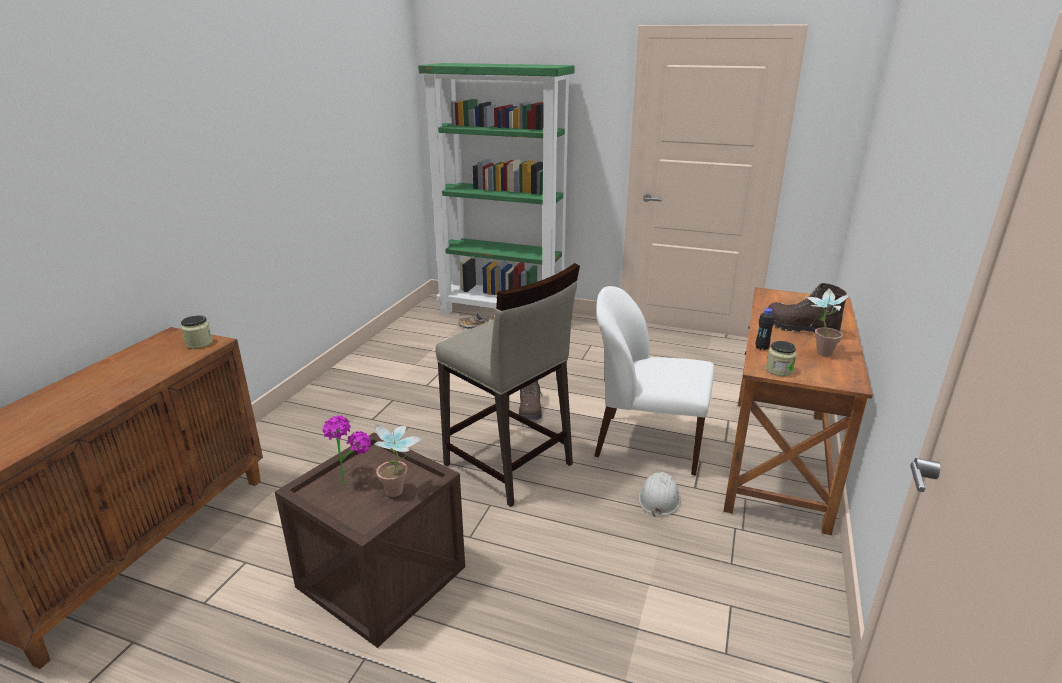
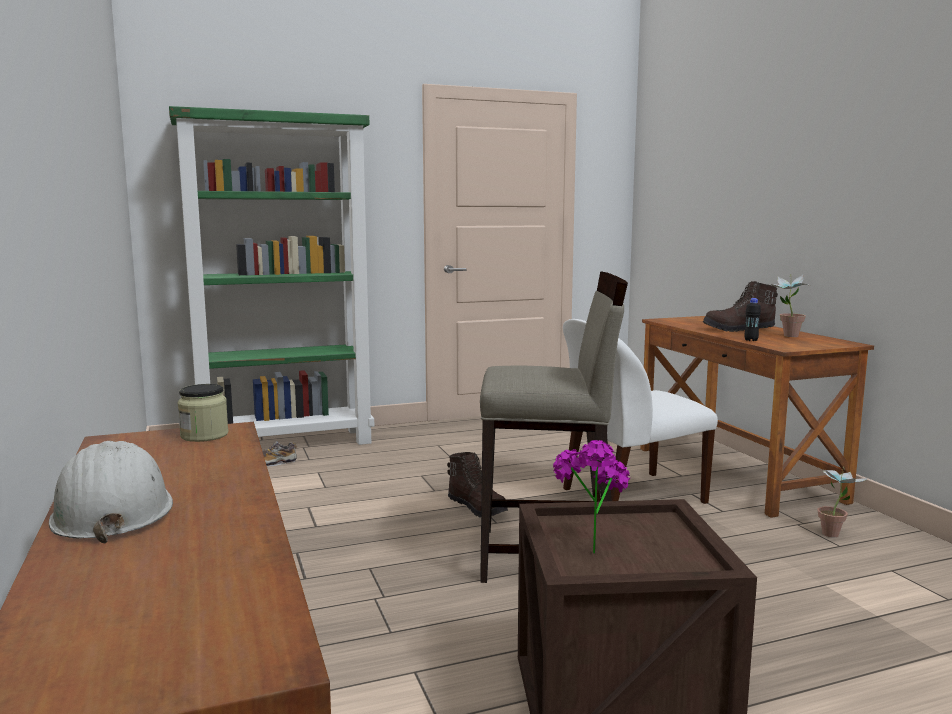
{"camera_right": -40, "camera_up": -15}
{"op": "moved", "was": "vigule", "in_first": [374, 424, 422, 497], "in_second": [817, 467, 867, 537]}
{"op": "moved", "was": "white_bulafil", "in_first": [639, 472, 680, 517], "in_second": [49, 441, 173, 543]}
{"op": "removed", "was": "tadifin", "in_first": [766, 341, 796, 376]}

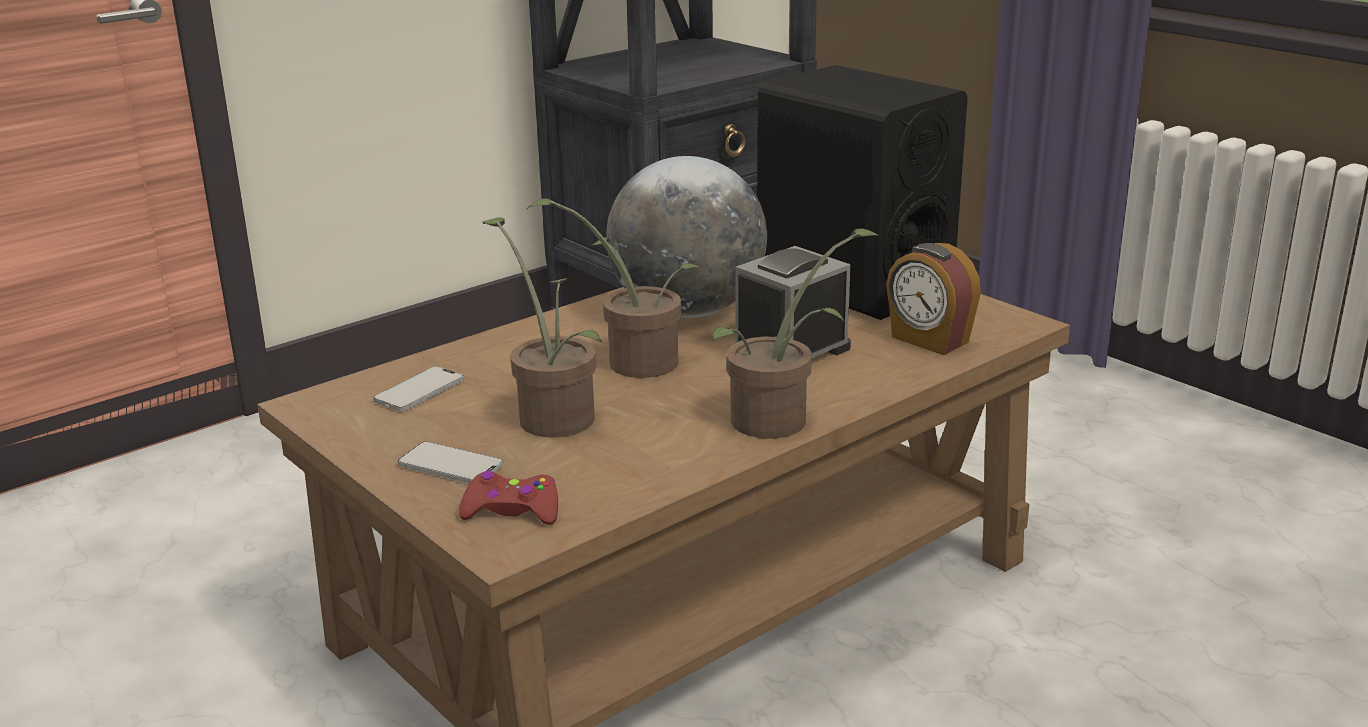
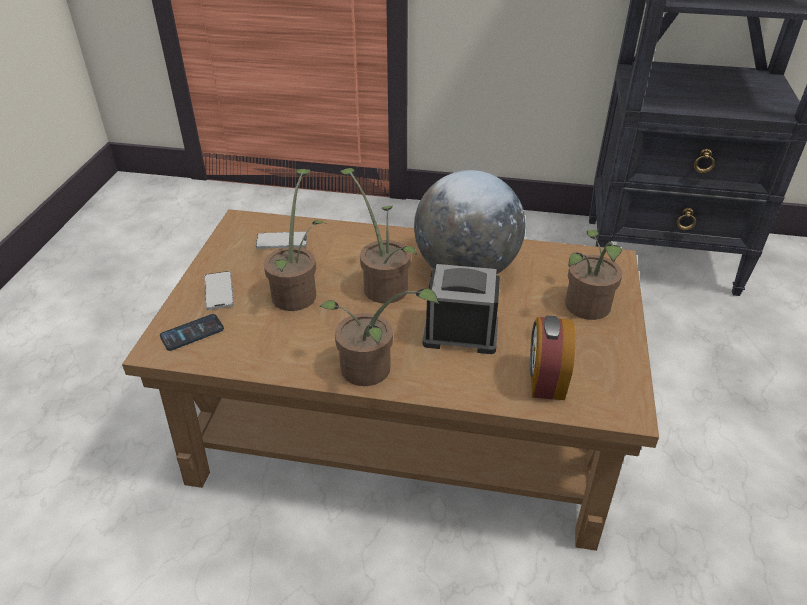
{"camera_right": 50, "camera_up": 15}
{"op": "replaced", "was": "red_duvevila", "now": "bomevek", "in_first": [458, 471, 558, 525], "in_second": [160, 314, 224, 351]}
{"op": "replaced", "was": "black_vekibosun", "now": "vigule", "in_first": [757, 65, 968, 320], "in_second": [565, 230, 622, 320]}

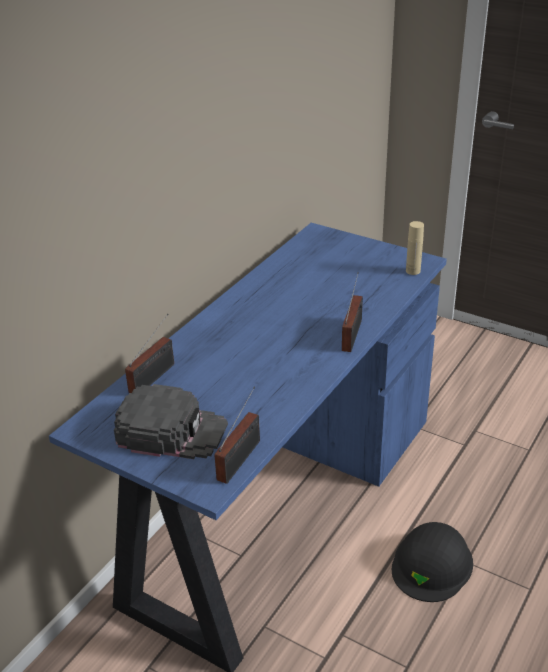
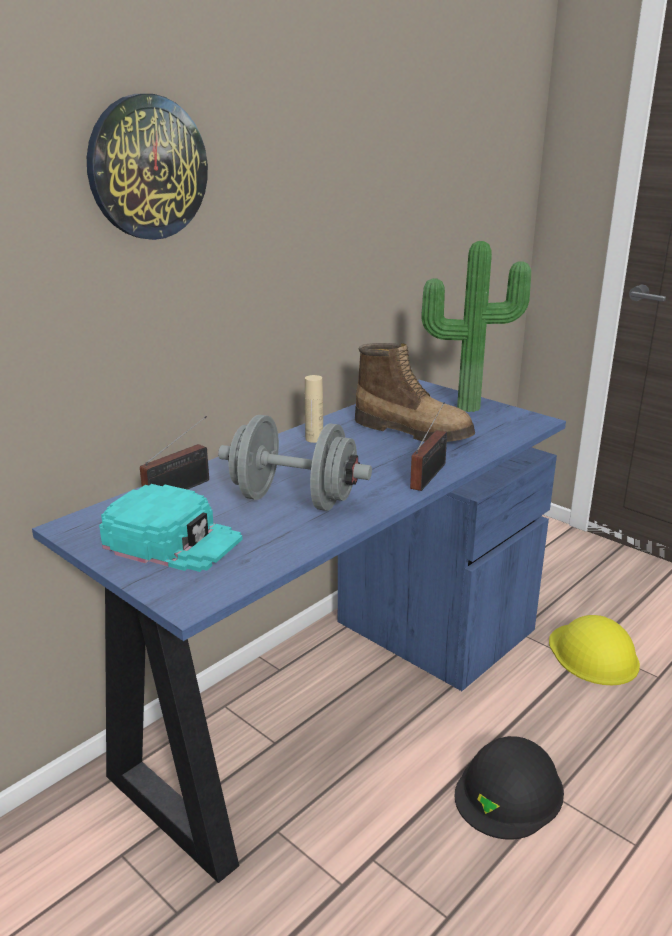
{"camera_right": 10, "camera_up": -10}
{"op": "recoloured", "was": "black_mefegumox", "now": "turquoise_mefegumox", "in_first": [114, 384, 228, 459], "in_second": [99, 484, 242, 572]}
{"op": "removed", "was": "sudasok", "in_first": [214, 386, 260, 484]}
{"op": "moved", "was": "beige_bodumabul", "in_first": [406, 221, 424, 275], "in_second": [305, 375, 323, 443]}
{"op": "added", "now": "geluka", "in_second": [87, 94, 208, 240]}
{"op": "added", "now": "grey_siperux", "in_second": [218, 415, 372, 511]}
{"op": "added", "now": "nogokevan", "in_second": [355, 343, 475, 442]}
{"op": "added", "now": "vigule", "in_second": [421, 241, 531, 412]}
{"op": "added", "now": "yellow_bulafil", "in_second": [549, 615, 640, 685]}

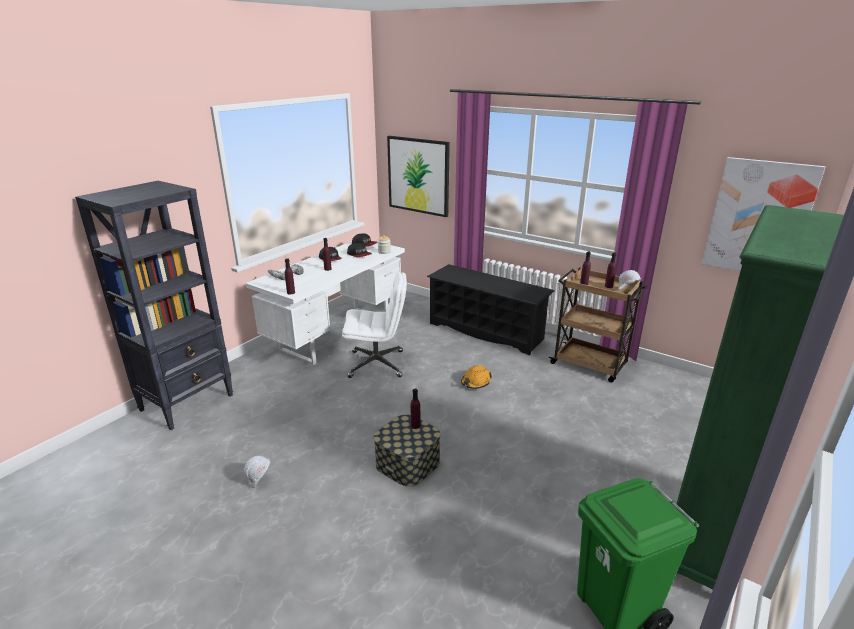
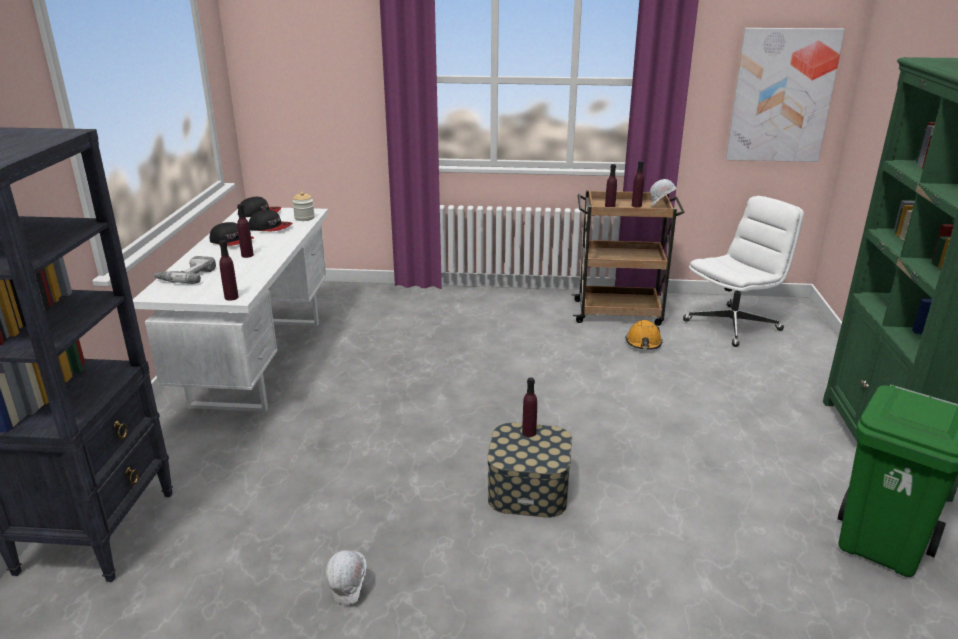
{"camera_right": -30, "camera_up": 0}
{"op": "moved", "was": "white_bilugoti", "in_first": [342, 272, 407, 378], "in_second": [683, 196, 804, 347]}
{"op": "removed", "was": "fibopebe", "in_first": [387, 136, 450, 217]}
{"op": "removed", "was": "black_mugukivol", "in_first": [427, 264, 555, 355]}
{"op": "moved", "was": "orange_bulafil", "in_first": [461, 365, 492, 389], "in_second": [626, 320, 663, 350]}

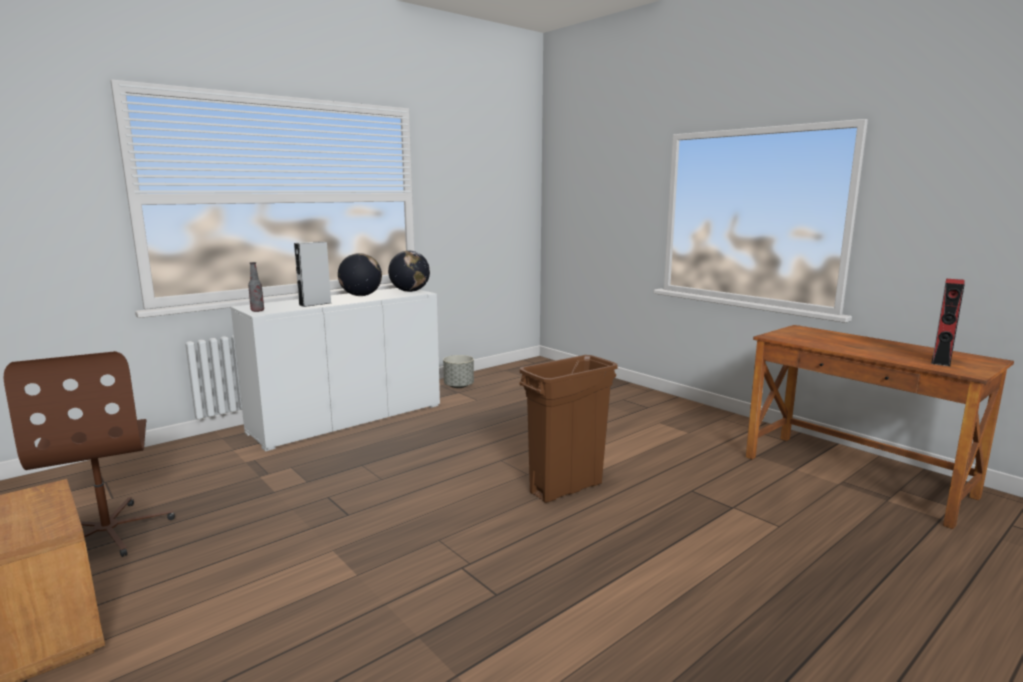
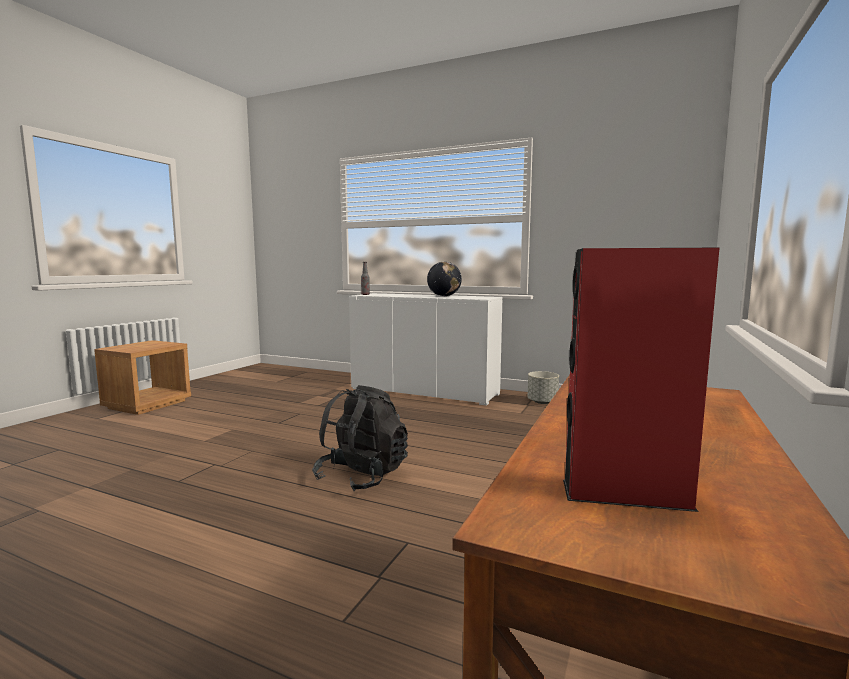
{"camera_right": 65, "camera_up": -5}
{"op": "removed", "was": "brown_bilugoti", "in_first": [4, 351, 175, 557]}
{"op": "removed", "was": "grey_vekibosun", "in_first": [294, 241, 331, 307]}
{"op": "removed", "was": "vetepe", "in_first": [388, 250, 430, 292]}
{"op": "replaced", "was": "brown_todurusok", "now": "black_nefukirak", "in_first": [519, 355, 618, 503], "in_second": [312, 385, 408, 491]}

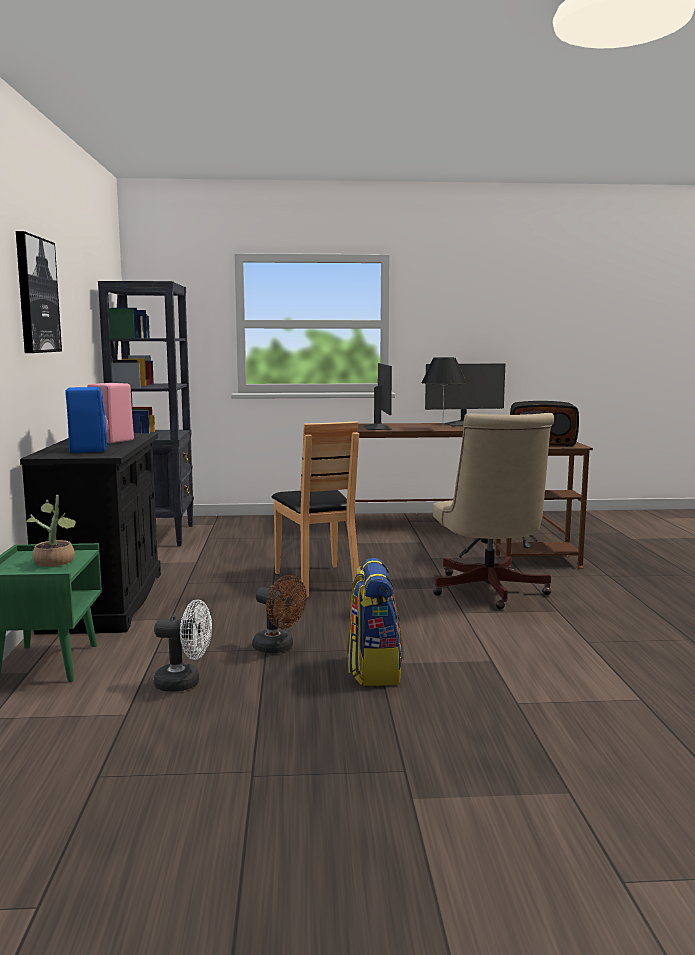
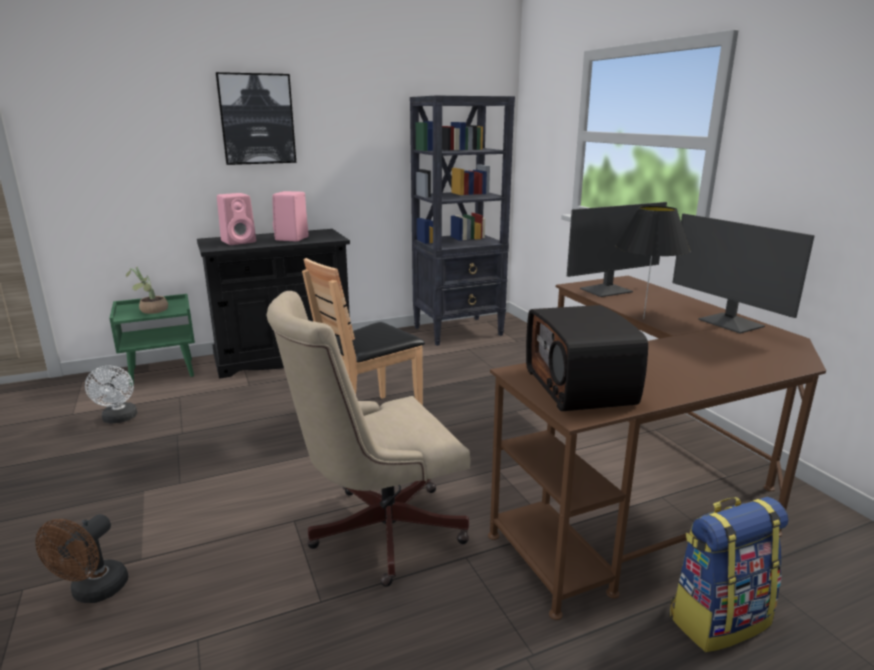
{"camera_right": 70, "camera_up": 10}
{"op": "recoloured", "was": "blue_vekibosun", "now": "pink_vekibosun", "in_first": [65, 387, 107, 453], "in_second": [217, 193, 256, 245]}
{"op": "moved", "was": "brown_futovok", "in_first": [252, 575, 306, 653], "in_second": [36, 514, 128, 603]}
{"op": "moved", "was": "nefukirak", "in_first": [347, 558, 404, 686], "in_second": [670, 497, 789, 652]}

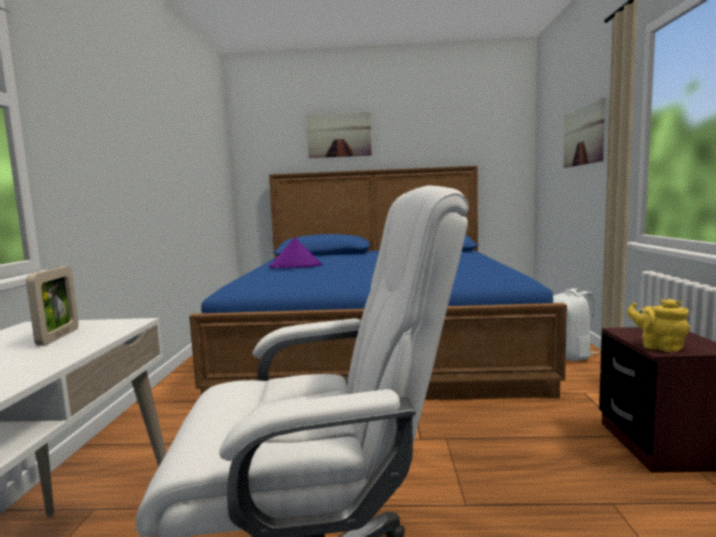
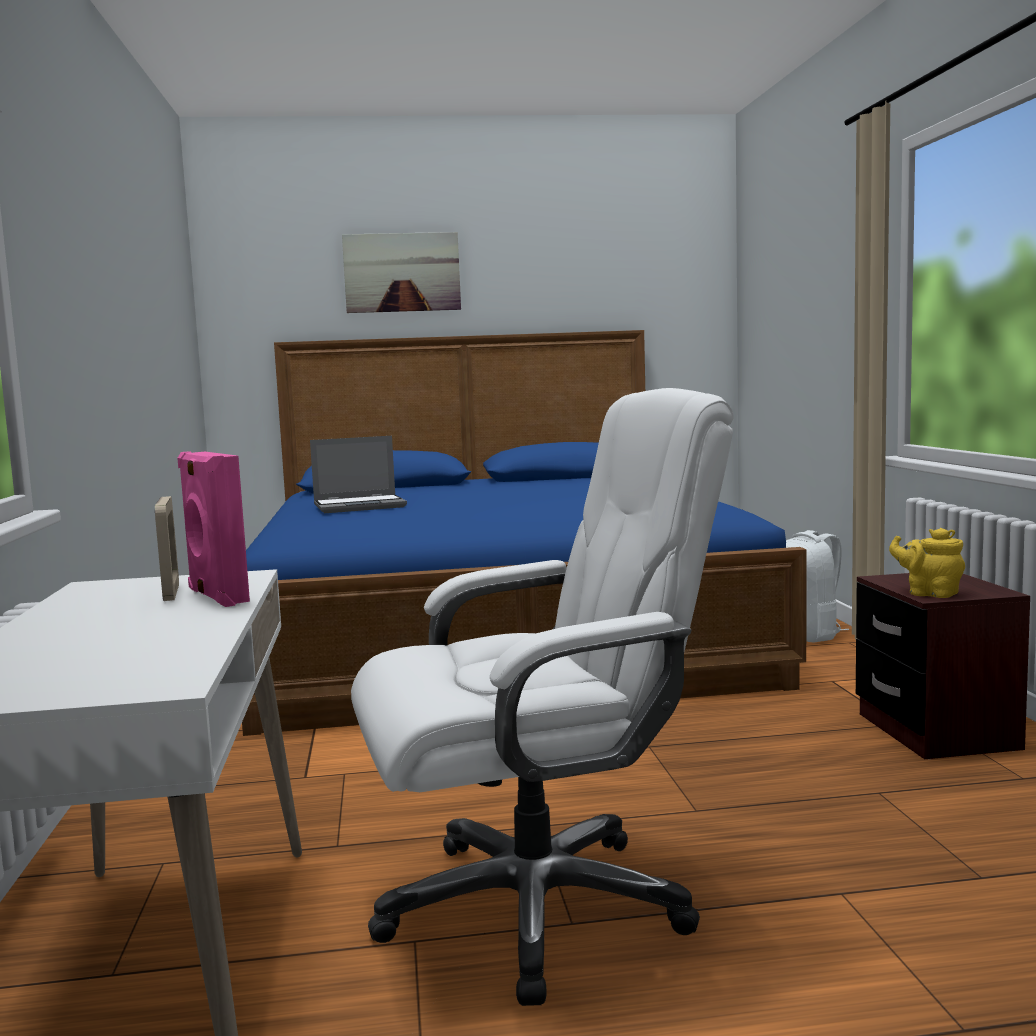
{"camera_right": -10, "camera_up": 0}
{"op": "replaced", "was": "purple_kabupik", "now": "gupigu", "in_first": [269, 237, 322, 268], "in_second": [310, 436, 407, 513]}
{"op": "removed", "was": "fibopebe", "in_first": [563, 98, 605, 168]}
{"op": "added", "now": "pink_vekibosun", "in_second": [177, 451, 250, 607]}

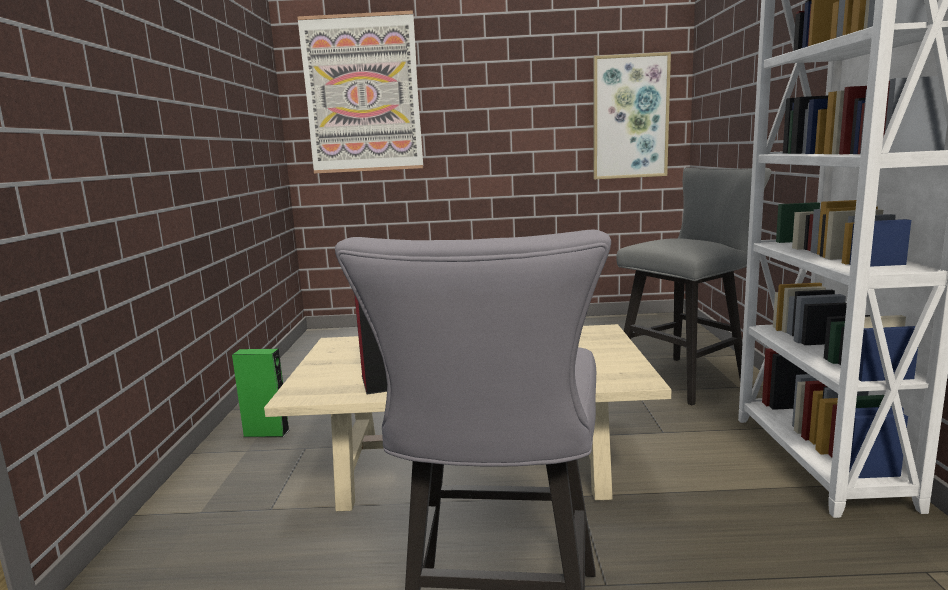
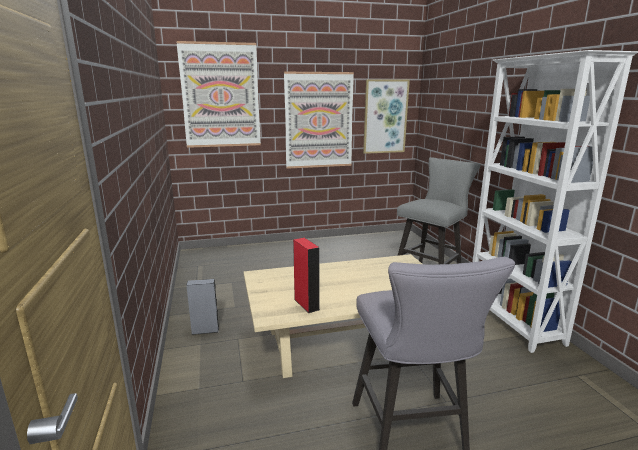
{"camera_right": -15, "camera_up": 5}
{"op": "recoloured", "was": "green_vekibosun", "now": "grey_vekibosun", "in_first": [232, 349, 290, 437], "in_second": [186, 279, 219, 335]}
{"op": "added", "now": "fibopebe", "in_second": [284, 72, 354, 169]}

